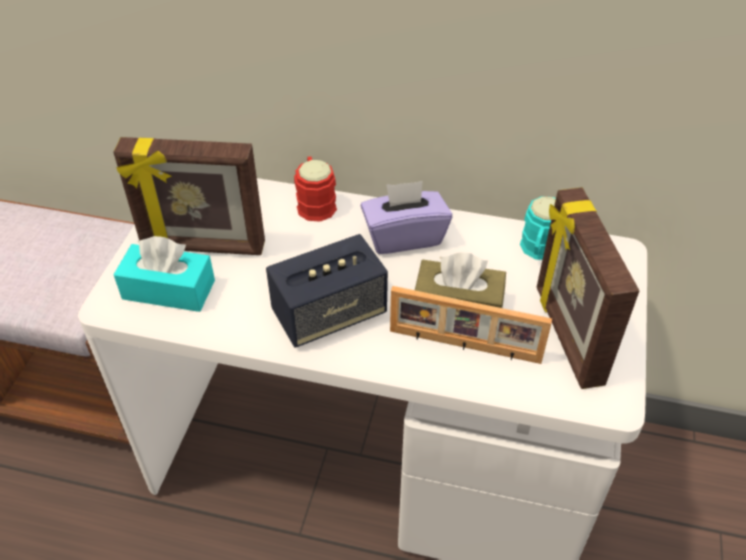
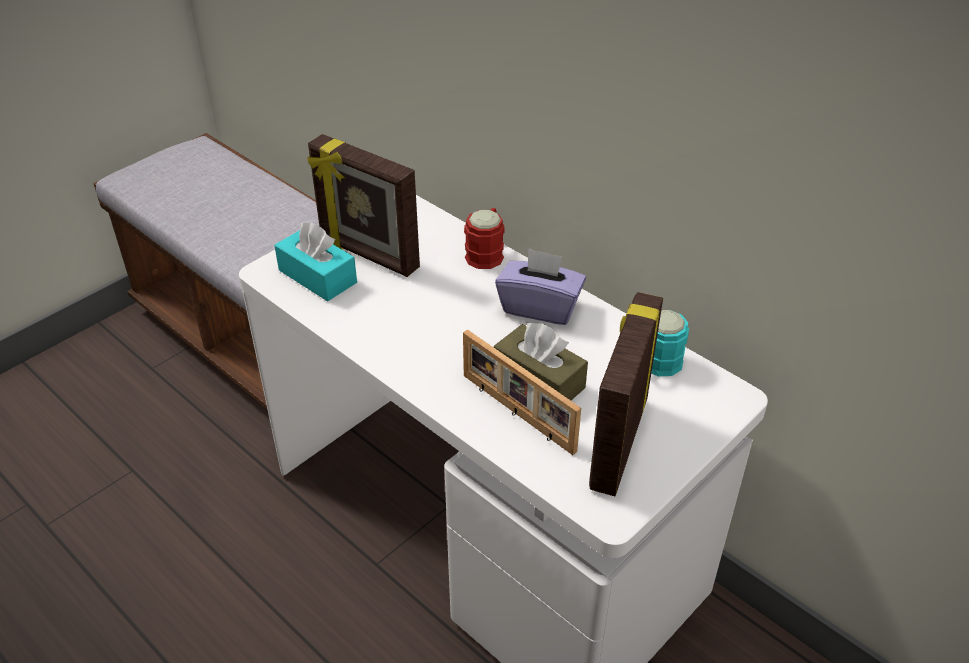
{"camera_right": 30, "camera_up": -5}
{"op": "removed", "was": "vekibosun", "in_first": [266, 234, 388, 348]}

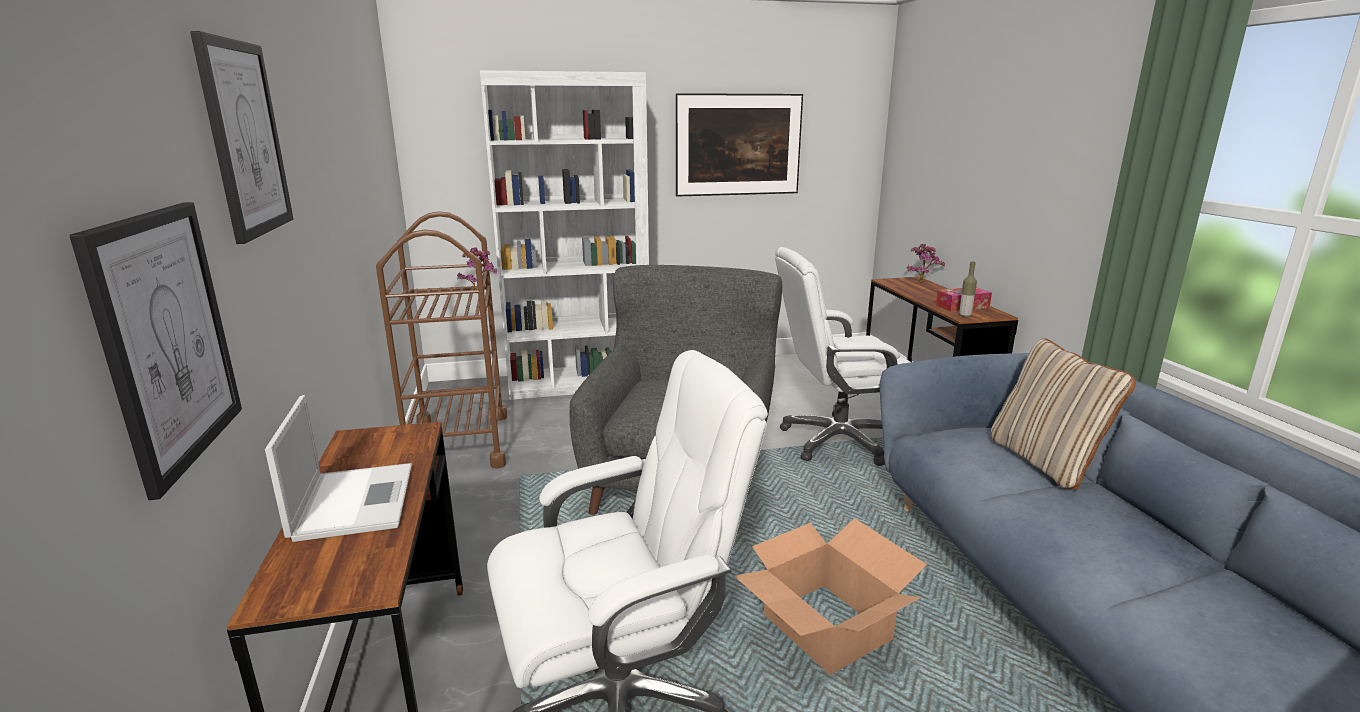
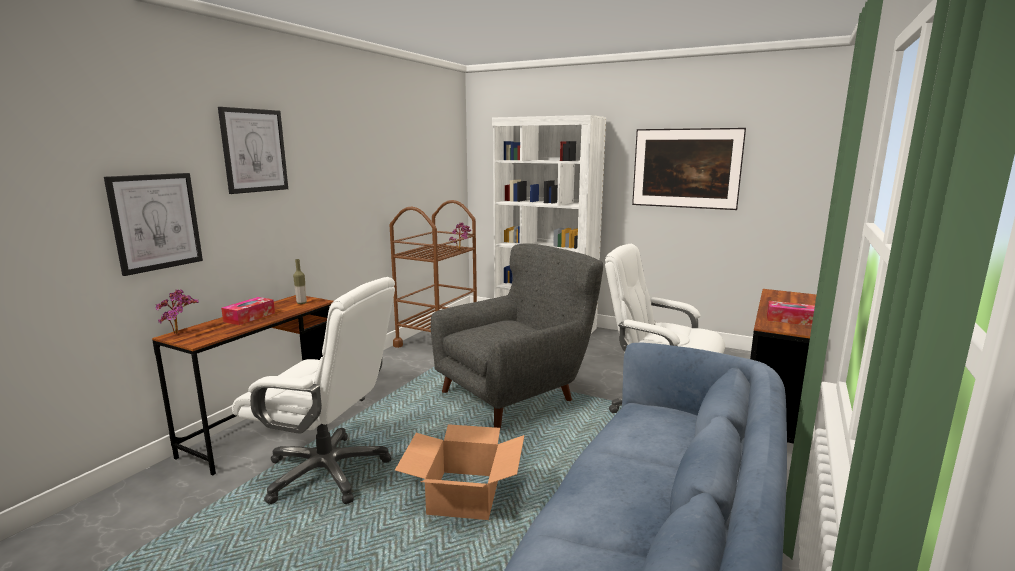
{"camera_right": 40, "camera_up": -5}
{"op": "replaced", "was": "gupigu", "now": "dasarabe", "in_first": [265, 395, 412, 542], "in_second": [221, 297, 275, 325]}
{"op": "moved", "was": "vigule", "in_first": [907, 243, 945, 283], "in_second": [155, 289, 199, 334]}
{"op": "moved", "was": "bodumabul", "in_first": [959, 261, 977, 317], "in_second": [293, 259, 307, 304]}
{"op": "removed", "was": "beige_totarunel", "in_first": [991, 338, 1136, 490]}

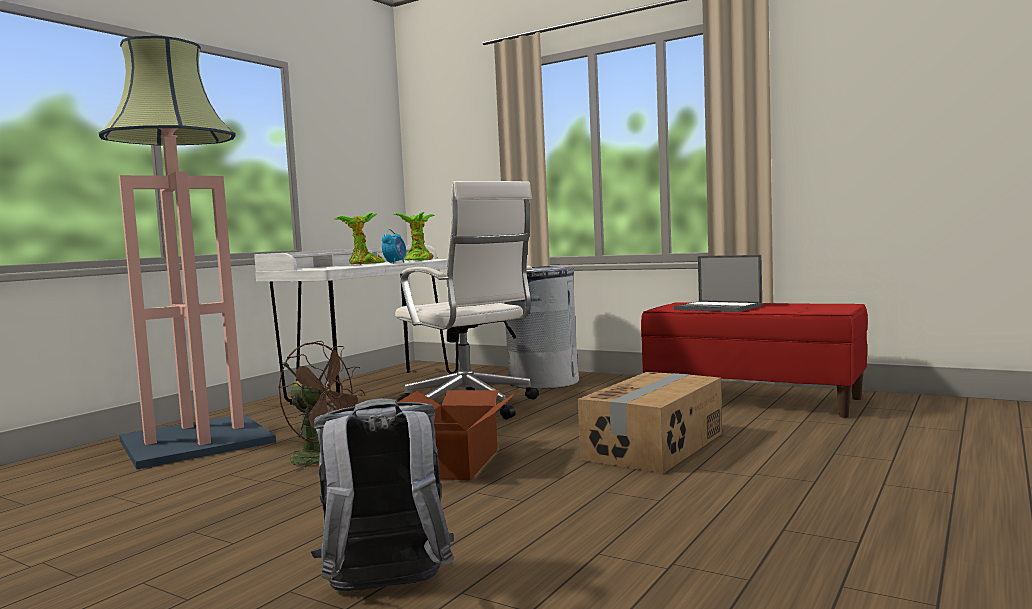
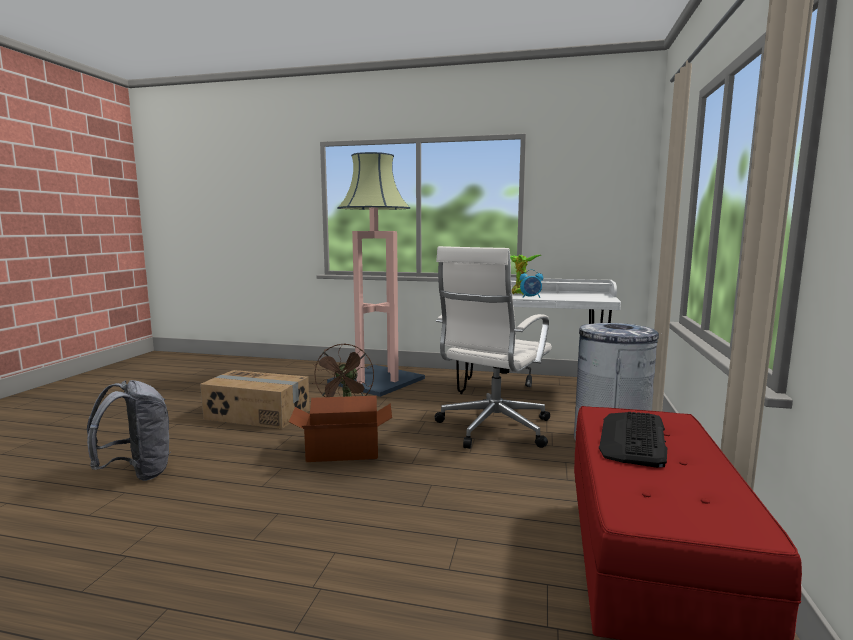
{"camera_right": 70, "camera_up": 5}
{"op": "removed", "was": "vigule", "in_first": [395, 212, 435, 261]}
{"op": "moved", "was": "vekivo", "in_first": [578, 372, 722, 473], "in_second": [200, 370, 310, 429]}
{"op": "replaced", "was": "gupigu", "now": "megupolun", "in_first": [674, 255, 762, 312], "in_second": [599, 412, 667, 468]}

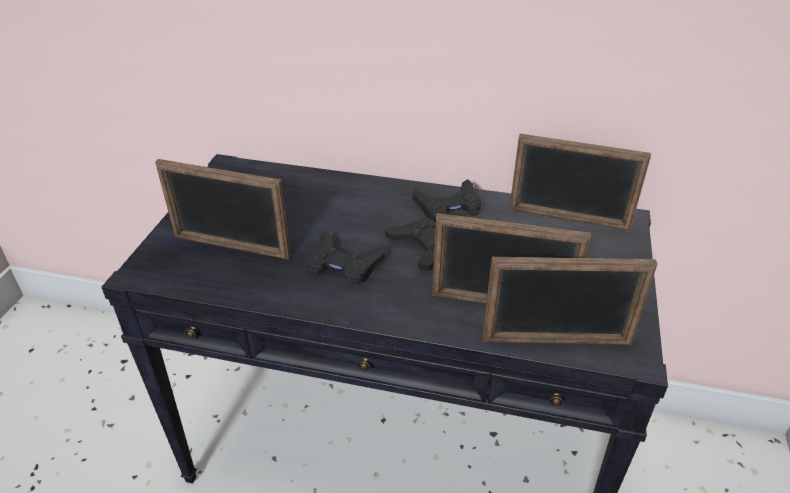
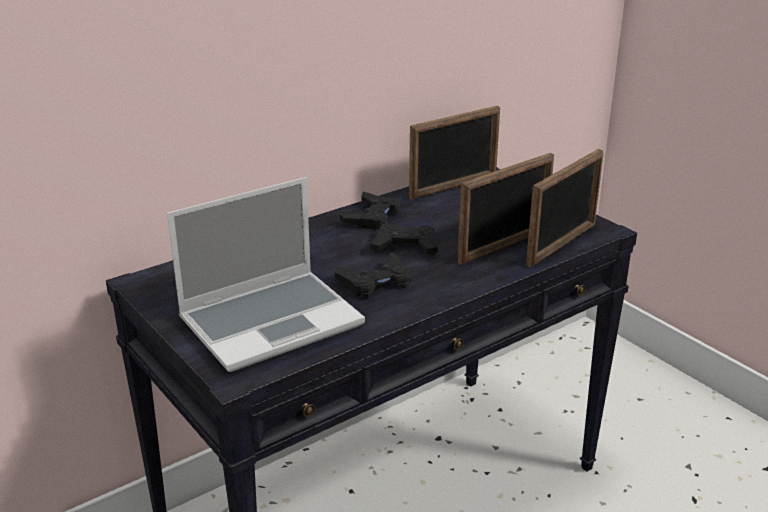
{"camera_right": -50, "camera_up": -10}
{"op": "replaced", "was": "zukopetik", "now": "gupigu", "in_first": [155, 159, 291, 260], "in_second": [167, 177, 365, 372]}

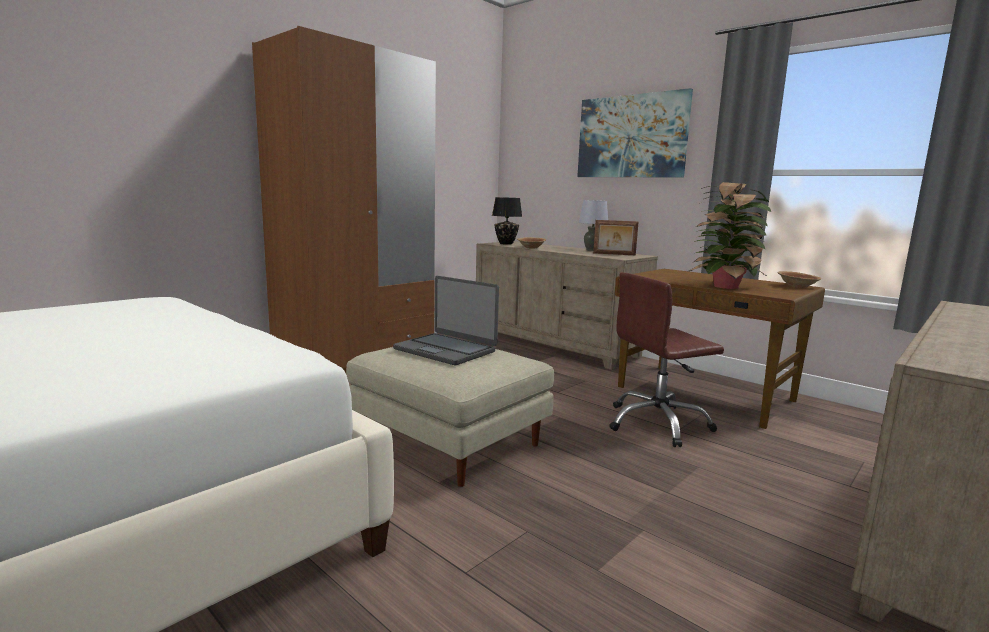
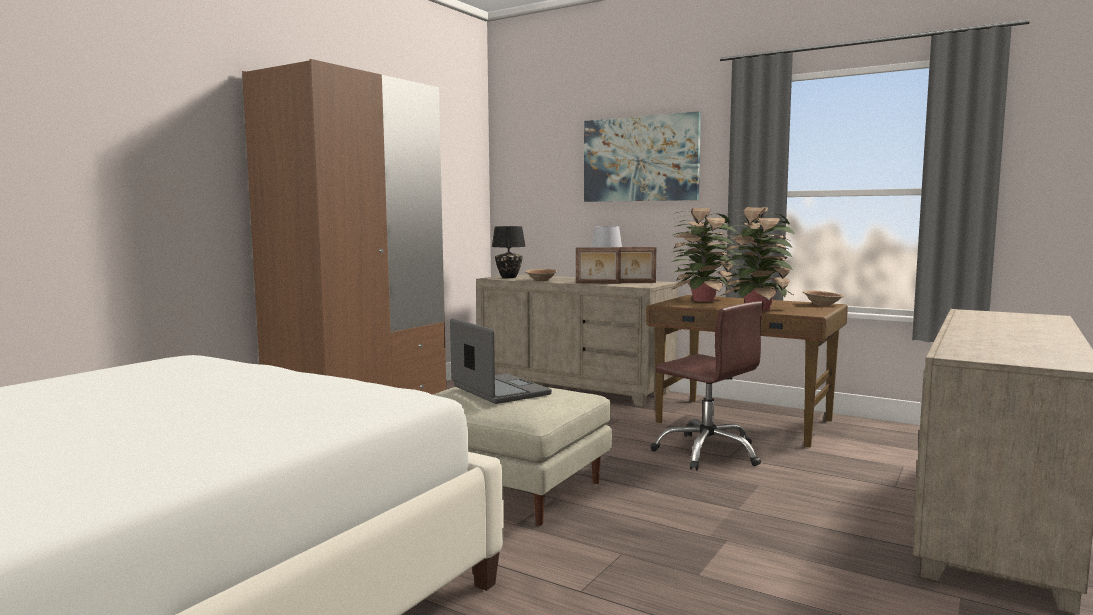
{"camera_right": -10, "camera_up": -5}
{"op": "turned", "was": "gupigu", "in_first": [393, 276, 499, 365], "in_second": [450, 318, 552, 404], "clockwise": -150}
{"op": "turned", "was": "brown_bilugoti", "in_first": [609, 272, 724, 447], "in_second": [651, 301, 764, 470], "clockwise": -105}
{"op": "added", "now": "zukopetik", "in_second": [576, 247, 621, 284]}
{"op": "added", "now": "vigule", "in_second": [671, 208, 737, 302]}

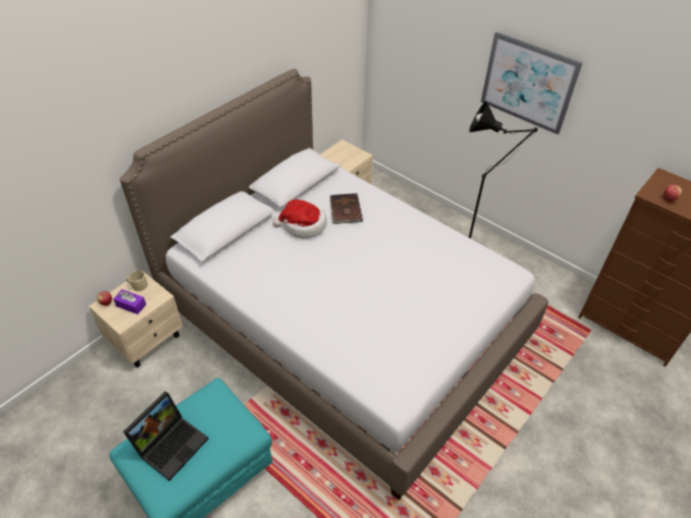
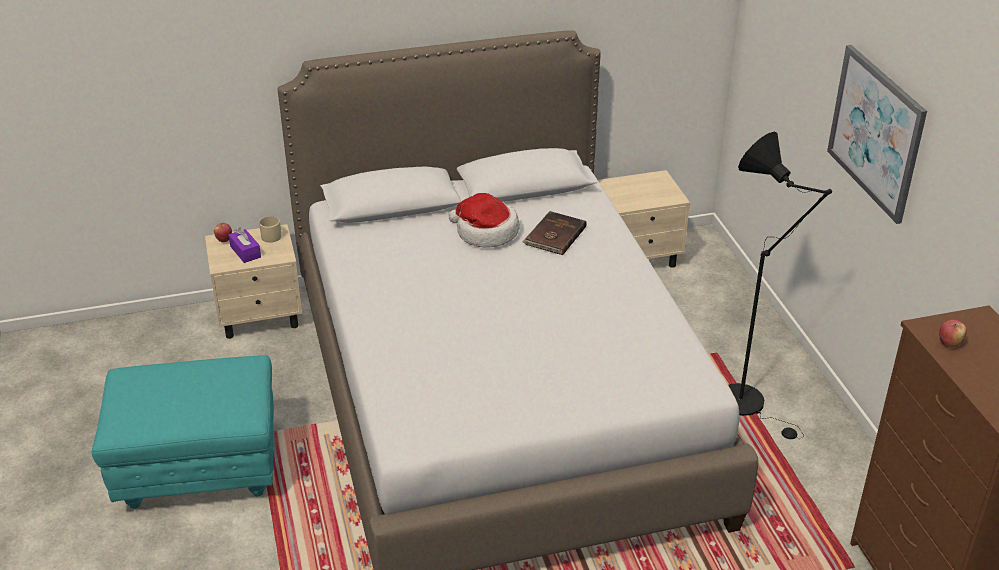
{"camera_right": 35, "camera_up": -10}
{"op": "removed", "was": "gupigu", "in_first": [123, 391, 209, 481]}

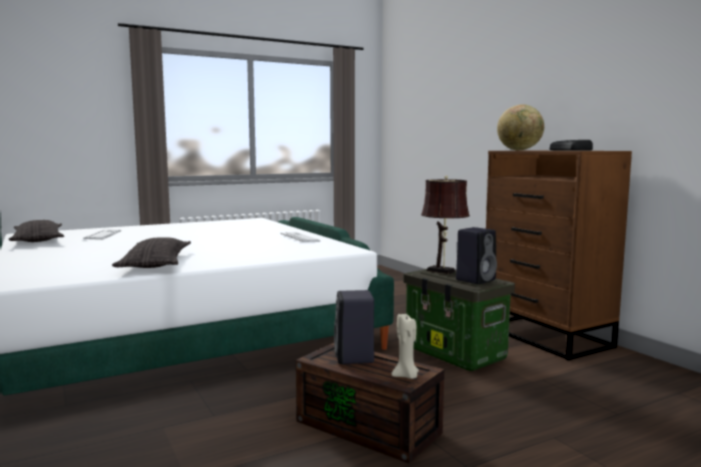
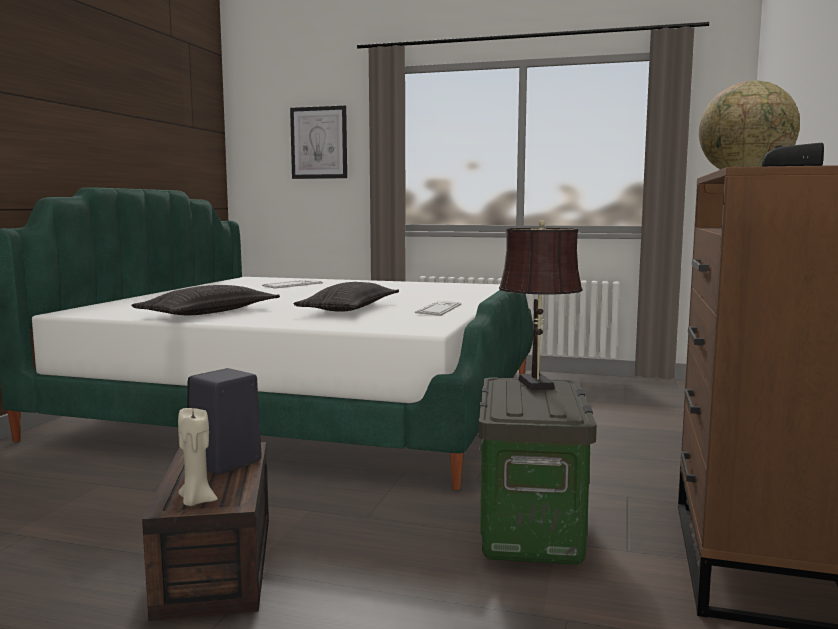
{"camera_right": 45, "camera_up": 0}
{"op": "moved", "was": "totarunel", "in_first": [9, 220, 64, 242], "in_second": [294, 282, 399, 312]}
{"op": "removed", "was": "black_vekibosun", "in_first": [456, 227, 497, 284]}
{"op": "added", "now": "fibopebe", "in_second": [290, 105, 347, 179]}

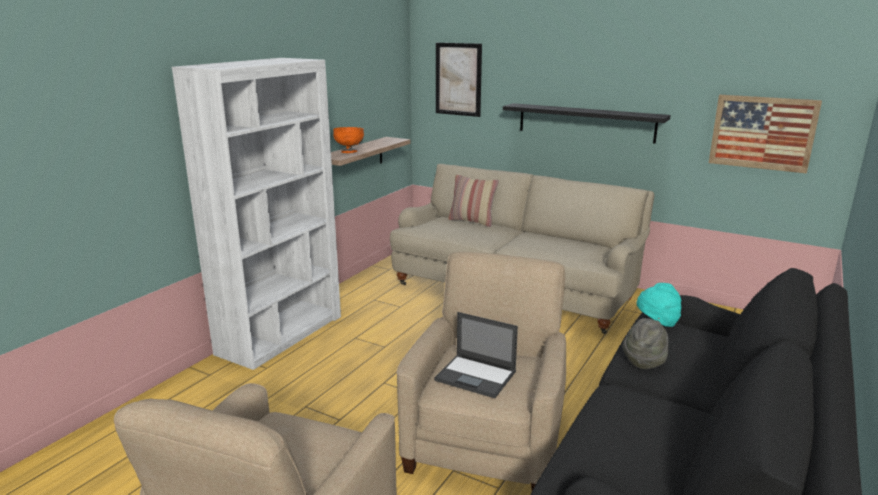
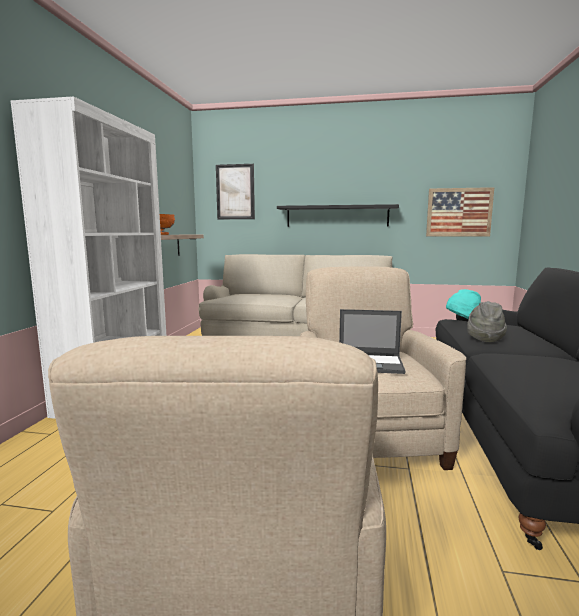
{"camera_right": -20, "camera_up": -10}
{"op": "removed", "was": "totarunel", "in_first": [448, 175, 499, 227]}

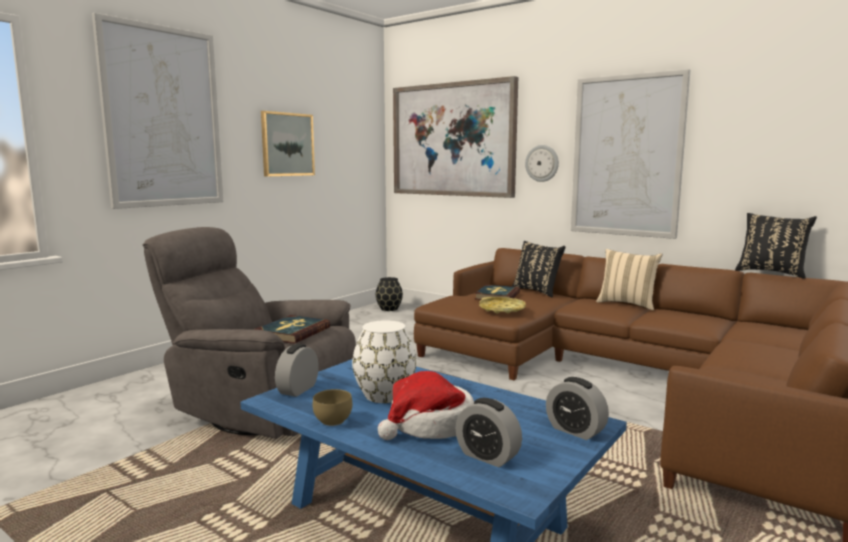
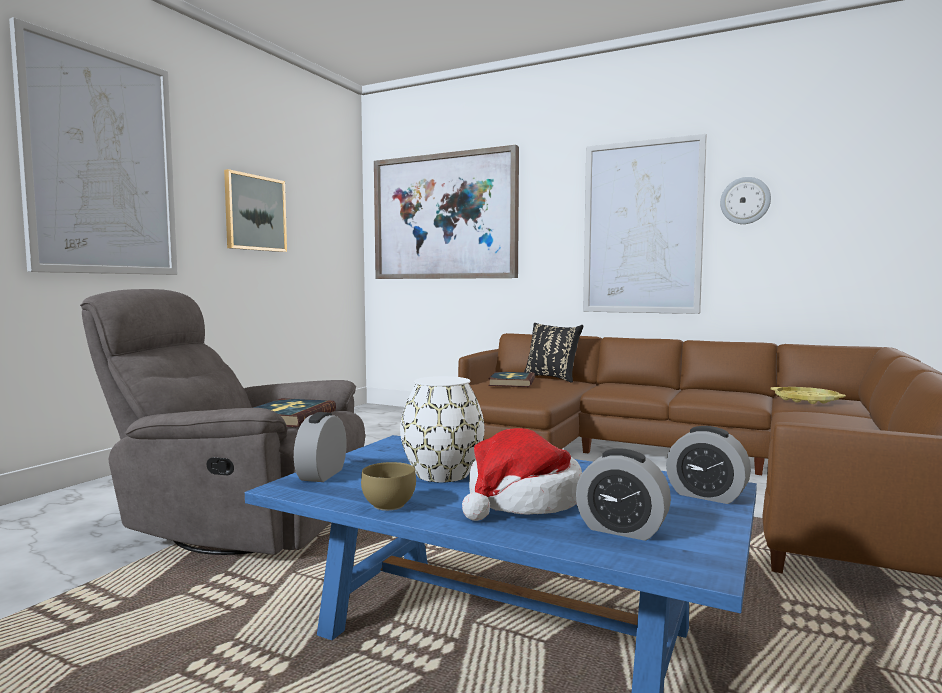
{"camera_right": -10, "camera_up": -5}
{"op": "removed", "was": "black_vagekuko", "in_first": [376, 277, 403, 311]}
{"op": "moved", "was": "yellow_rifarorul", "in_first": [479, 297, 526, 313], "in_second": [771, 387, 846, 404]}
{"op": "moved", "was": "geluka", "in_first": [525, 145, 559, 182], "in_second": [720, 177, 771, 224]}
{"op": "removed", "was": "beige_totarunel", "in_first": [596, 249, 662, 310]}
{"op": "removed", "was": "black_totarunel", "in_first": [735, 213, 817, 279]}

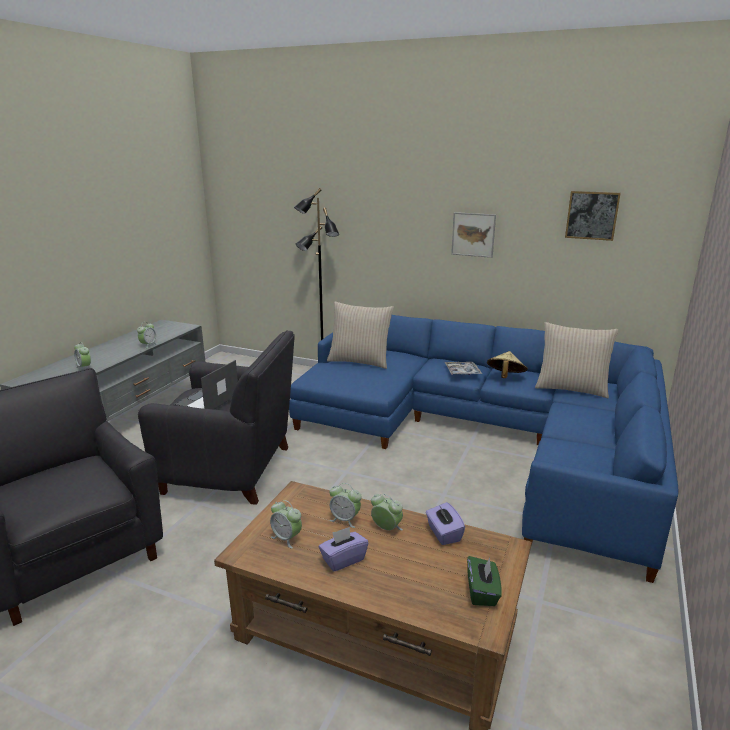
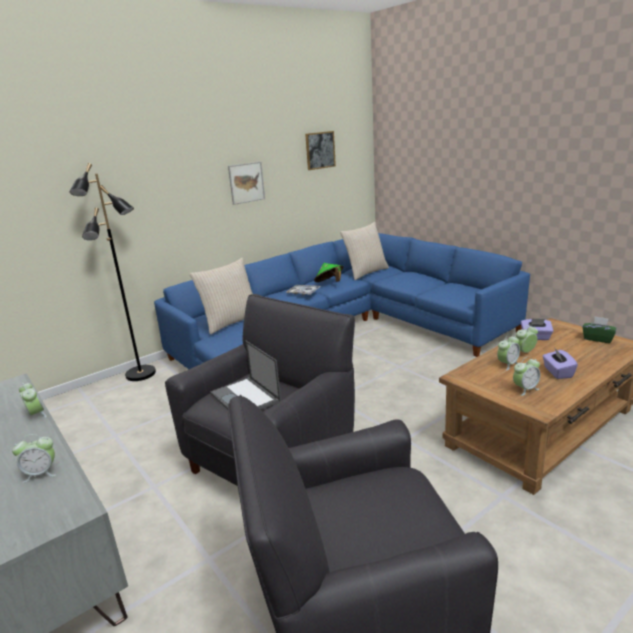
{"camera_right": -60, "camera_up": 0}
{"op": "recoloured", "was": "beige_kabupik", "now": "green_kabupik", "in_first": [487, 351, 528, 378], "in_second": [314, 263, 343, 282]}

